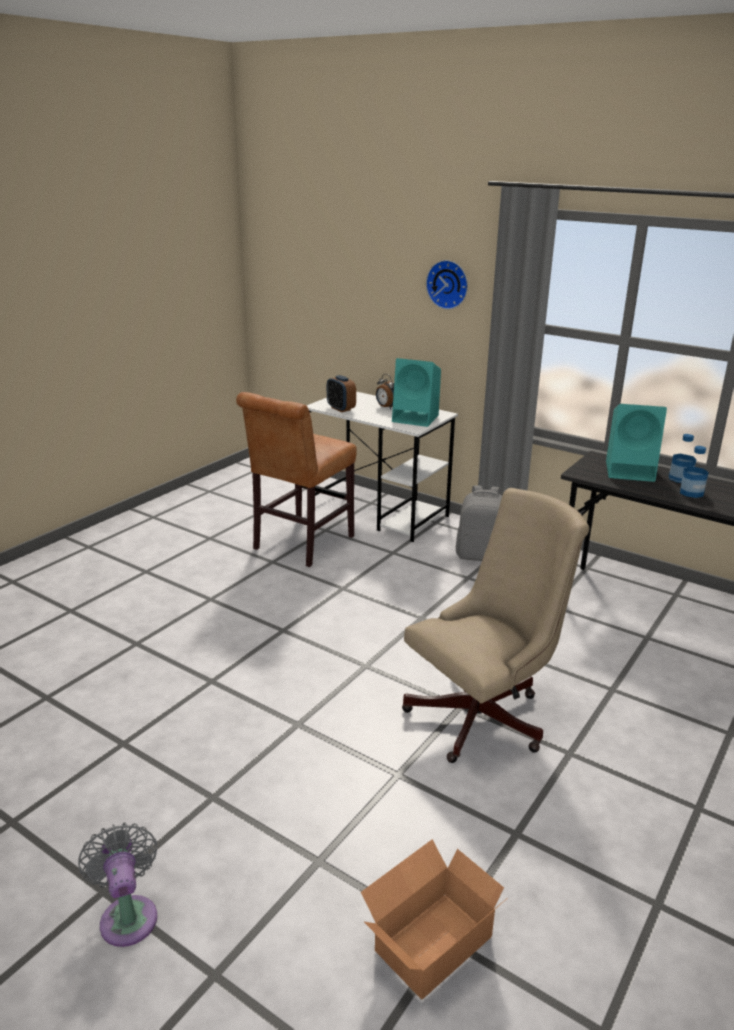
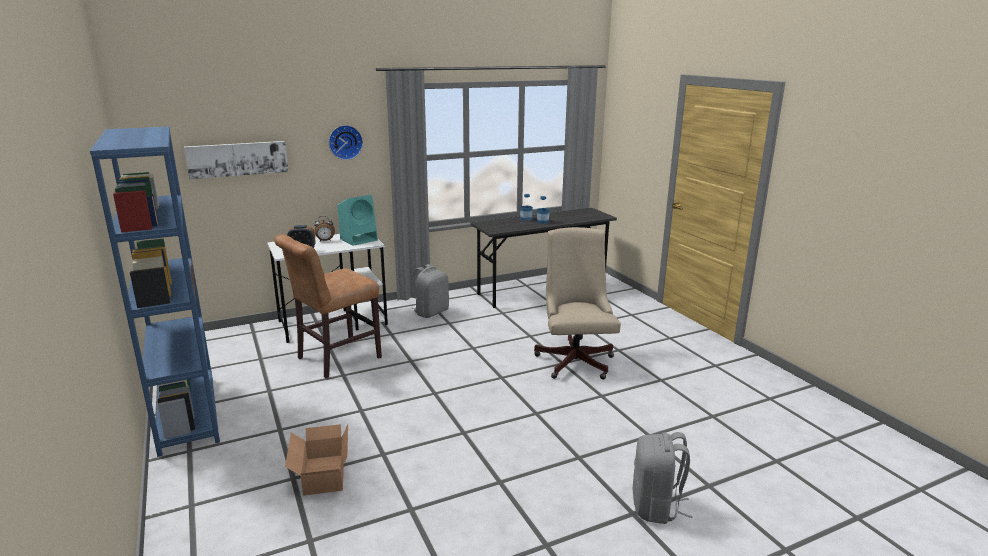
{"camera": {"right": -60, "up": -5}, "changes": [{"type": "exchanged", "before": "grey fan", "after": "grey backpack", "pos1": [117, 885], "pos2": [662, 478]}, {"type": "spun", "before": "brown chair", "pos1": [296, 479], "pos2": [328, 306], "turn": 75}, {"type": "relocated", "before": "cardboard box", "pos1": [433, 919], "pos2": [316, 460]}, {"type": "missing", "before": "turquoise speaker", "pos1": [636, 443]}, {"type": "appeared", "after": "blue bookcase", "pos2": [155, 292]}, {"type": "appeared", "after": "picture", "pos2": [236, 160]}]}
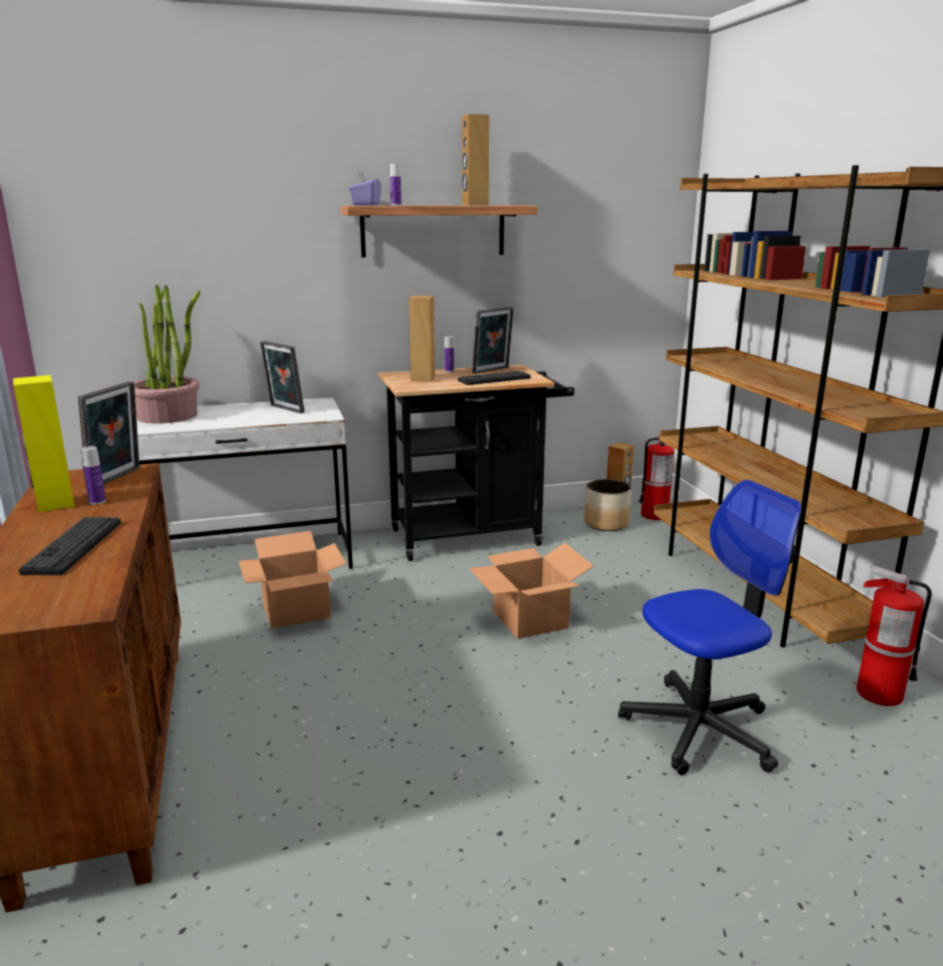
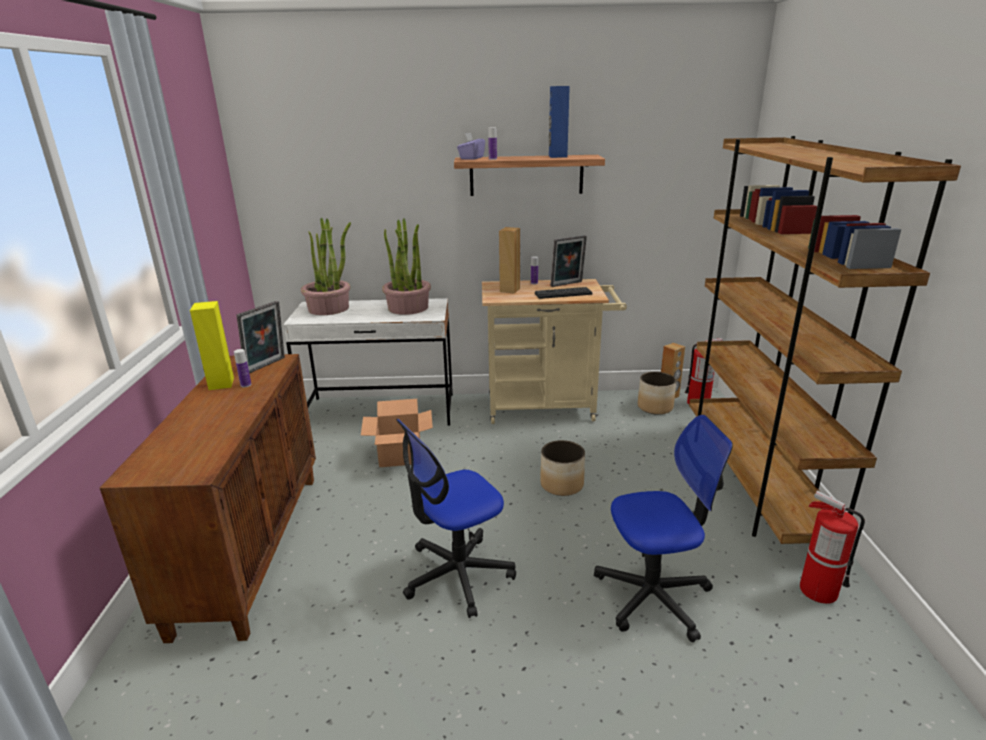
{"camera": {"right": 15, "up": 5}, "changes": [{"type": "missing", "before": "keyboard", "pos1": [70, 546]}, {"type": "exchanged", "before": "picture frame", "after": "potted plant", "pos1": [282, 377], "pos2": [406, 266]}, {"type": "colour", "before": "black cart", "after": "beige cart", "pos1": [477, 463], "pos2": [554, 351]}, {"type": "colour", "before": "brown speaker", "after": "blue speaker", "pos1": [475, 159], "pos2": [559, 122]}, {"type": "exchanged", "before": "cardboard box", "after": "planter", "pos1": [531, 591], "pos2": [562, 468]}, {"type": "appeared", "after": "office chair", "pos2": [456, 518]}]}
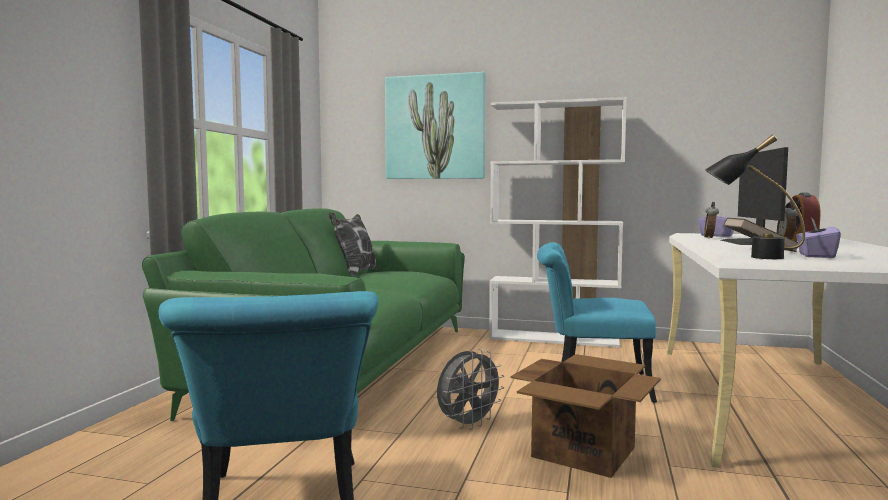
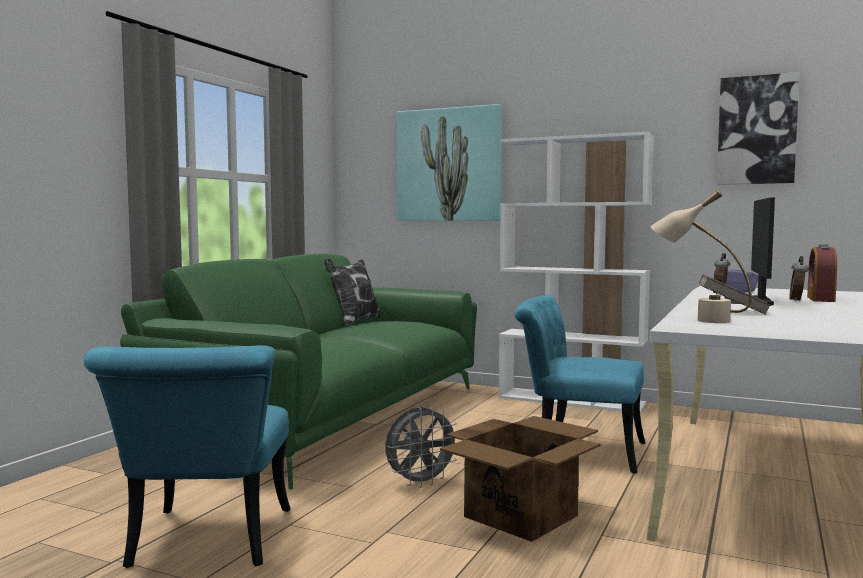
{"camera": {"right": 10, "up": 0}, "changes": [{"type": "colour", "before": "black table lamp", "after": "beige table lamp", "pos1": [755, 197], "pos2": [701, 256]}, {"type": "missing", "before": "purple tissue box", "pos1": [818, 238]}, {"type": "appeared", "after": "picture", "pos2": [758, 128]}]}
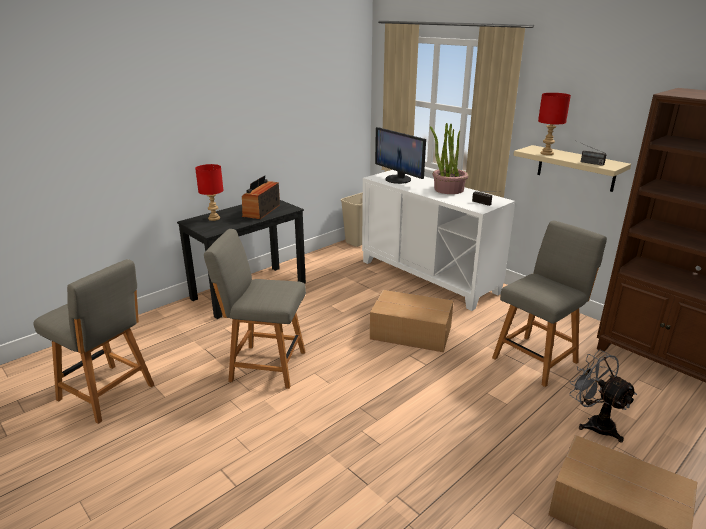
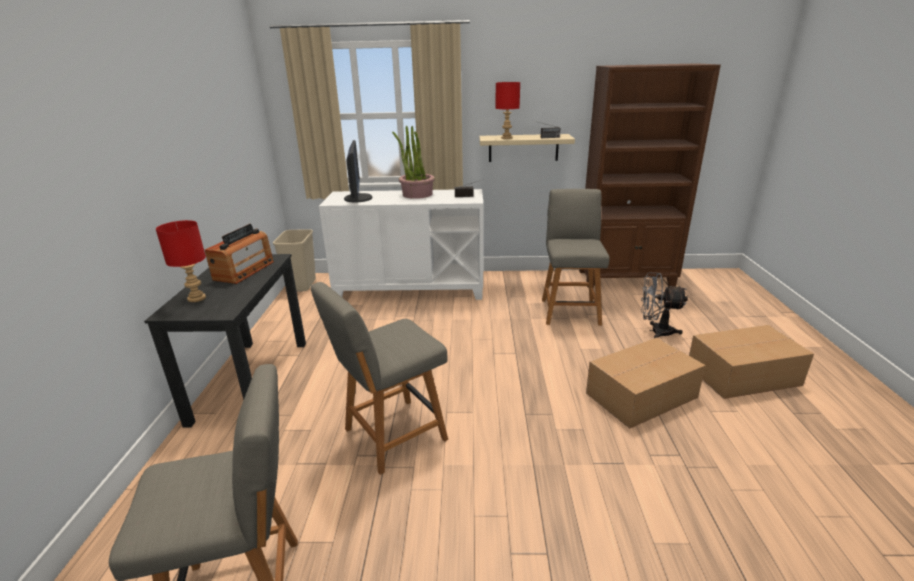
{"camera": {"right": -45, "up": 0}, "changes": [{"type": "spun", "before": "radio", "pos1": [261, 197], "pos2": [239, 254], "turn": -135}, {"type": "relocated", "before": "cardboard box", "pos1": [412, 321], "pos2": [646, 382]}, {"type": "spun", "before": "monitor", "pos1": [400, 155], "pos2": [358, 171], "turn": -105}]}
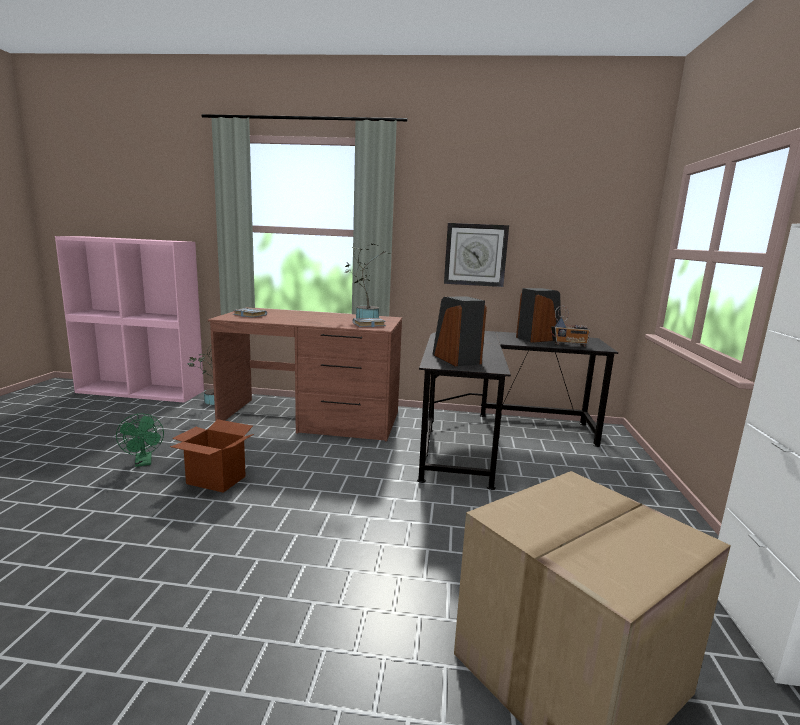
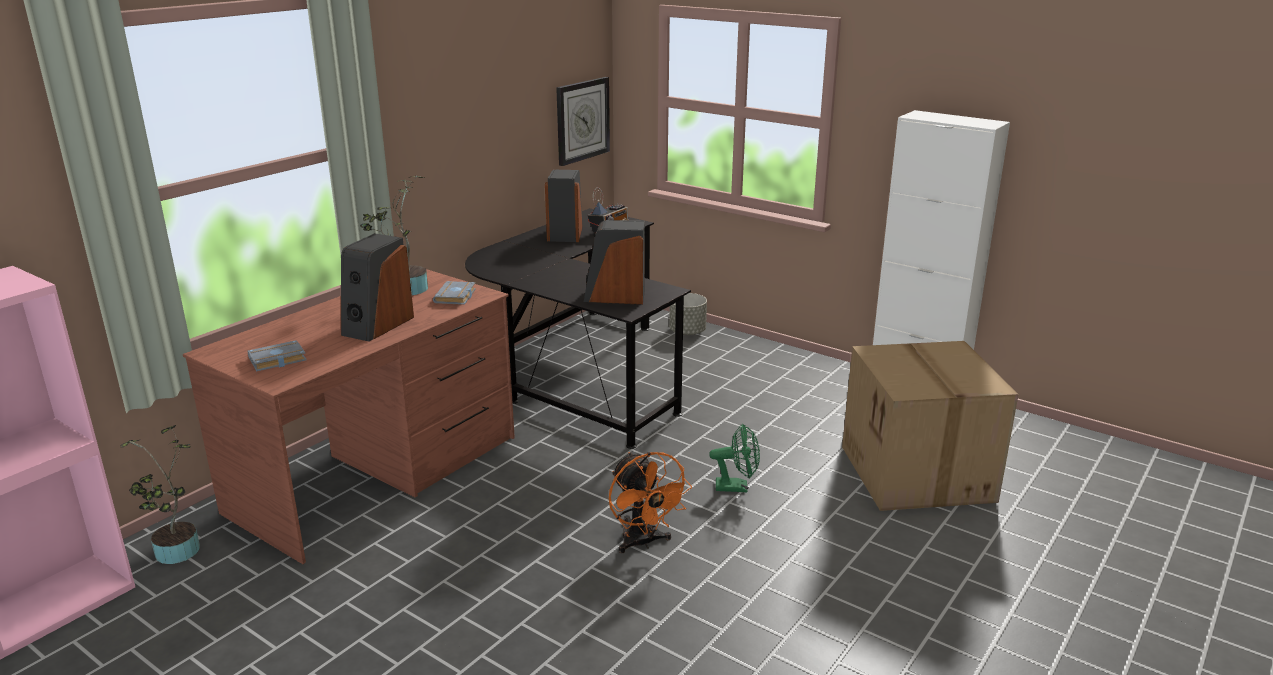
{"camera": {"right": -60, "up": 10}, "changes": [{"type": "relocated", "before": "green fan", "pos1": [140, 440], "pos2": [734, 458]}, {"type": "missing", "before": "cardboard box", "pos1": [212, 456]}, {"type": "relocated", "before": "wall clock", "pos1": [476, 255], "pos2": [583, 121]}, {"type": "appeared", "after": "speaker", "pos2": [377, 287]}, {"type": "appeared", "after": "orange fan", "pos2": [650, 502]}, {"type": "appeared", "after": "grey planter", "pos2": [688, 314]}]}
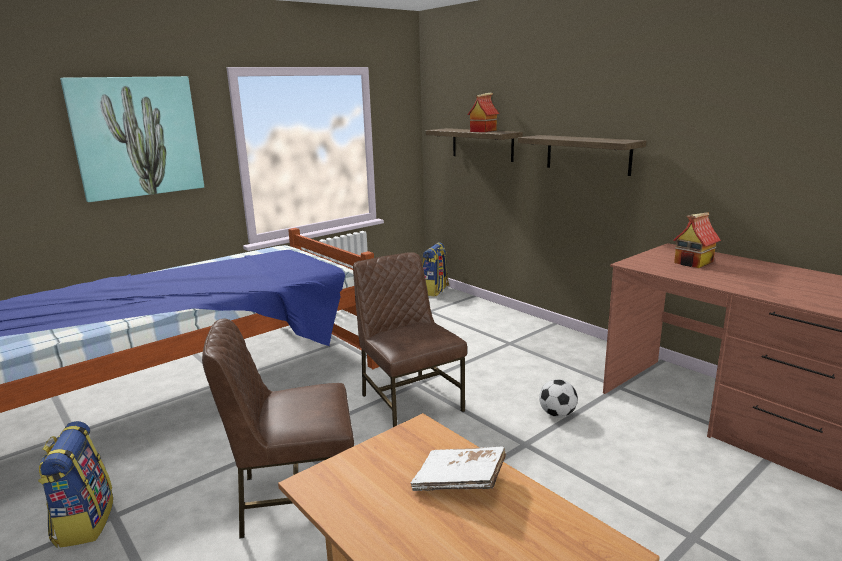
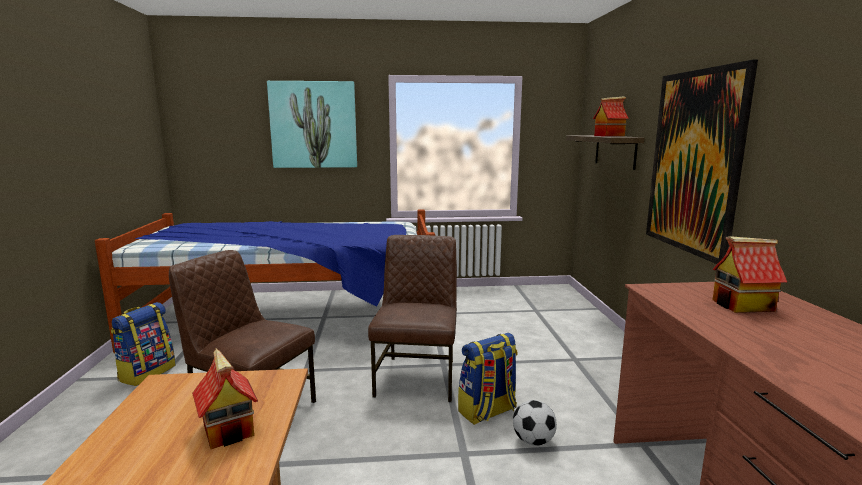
{"camera": {"right": 35, "up": -5}, "changes": [{"type": "exchanged", "before": "white book", "after": "toy house", "pos1": [458, 468], "pos2": [225, 398]}, {"type": "relocated", "before": "backpack", "pos1": [436, 269], "pos2": [488, 379]}, {"type": "exchanged", "before": "shelf", "after": "picture", "pos1": [582, 155], "pos2": [702, 162]}]}
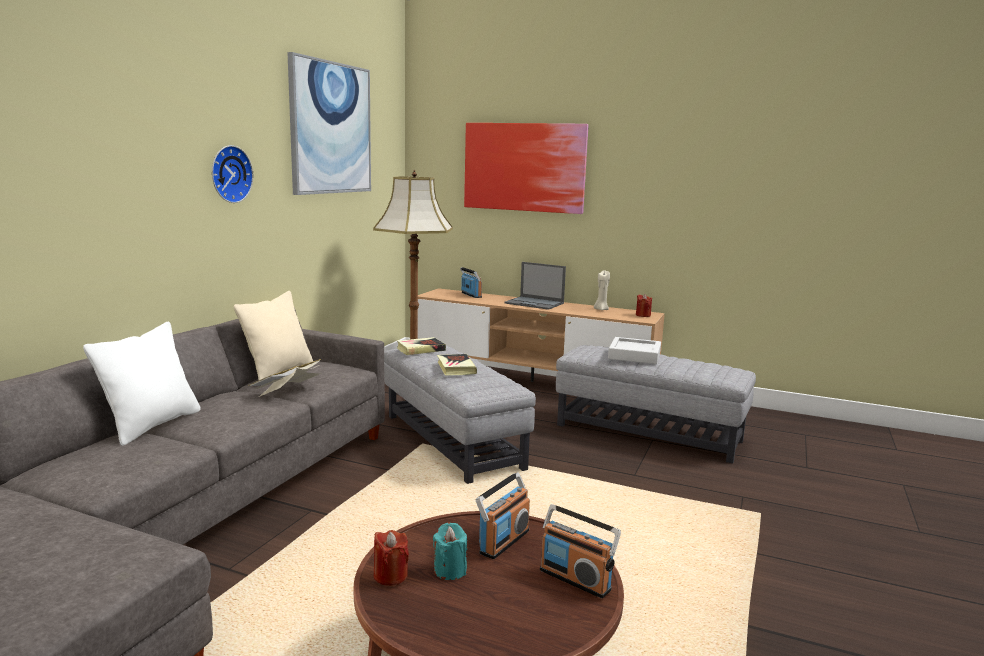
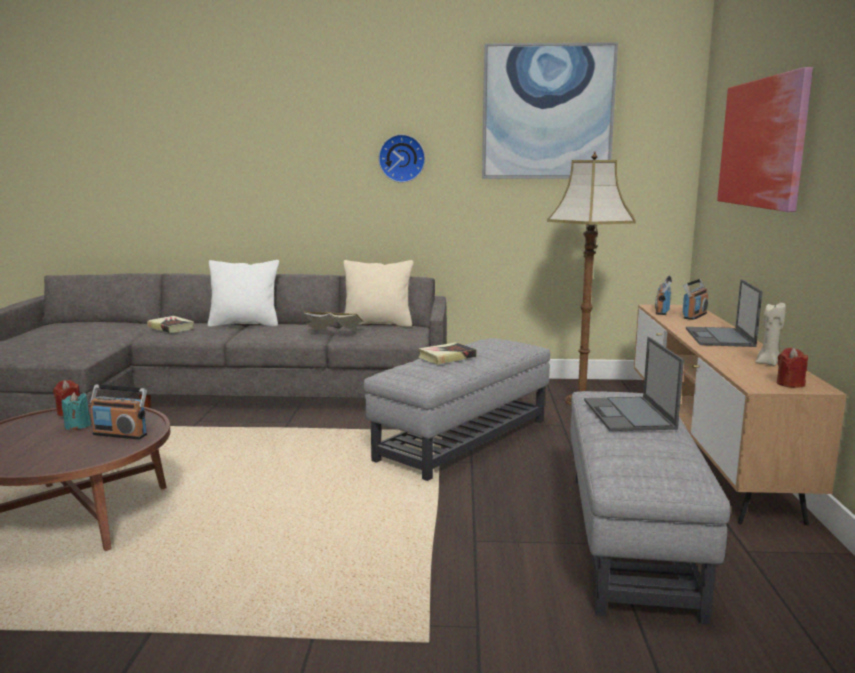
{"camera": {"right": 70, "up": 0}, "changes": [{"type": "relocated", "before": "book", "pos1": [421, 346], "pos2": [170, 324]}, {"type": "relocated", "before": "radio", "pos1": [580, 551], "pos2": [663, 295]}, {"type": "exchanged", "before": "grey tray", "after": "laptop", "pos1": [634, 350], "pos2": [634, 384]}]}
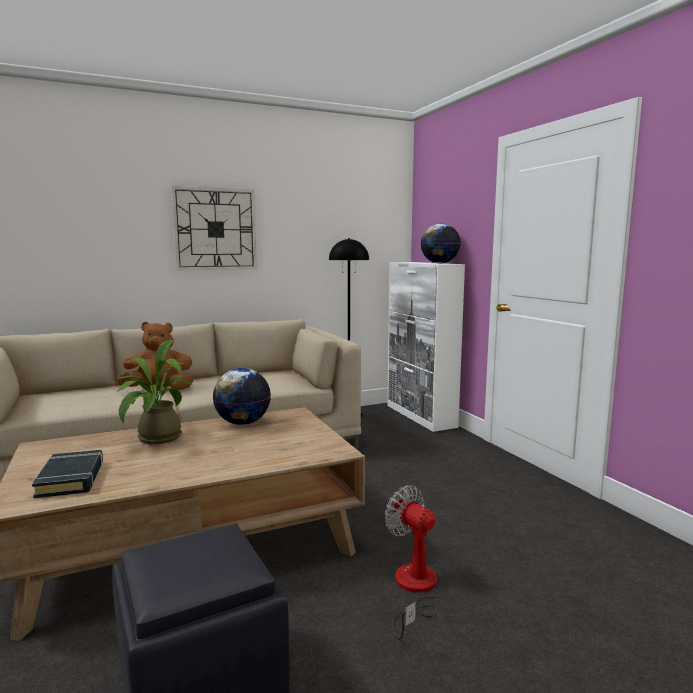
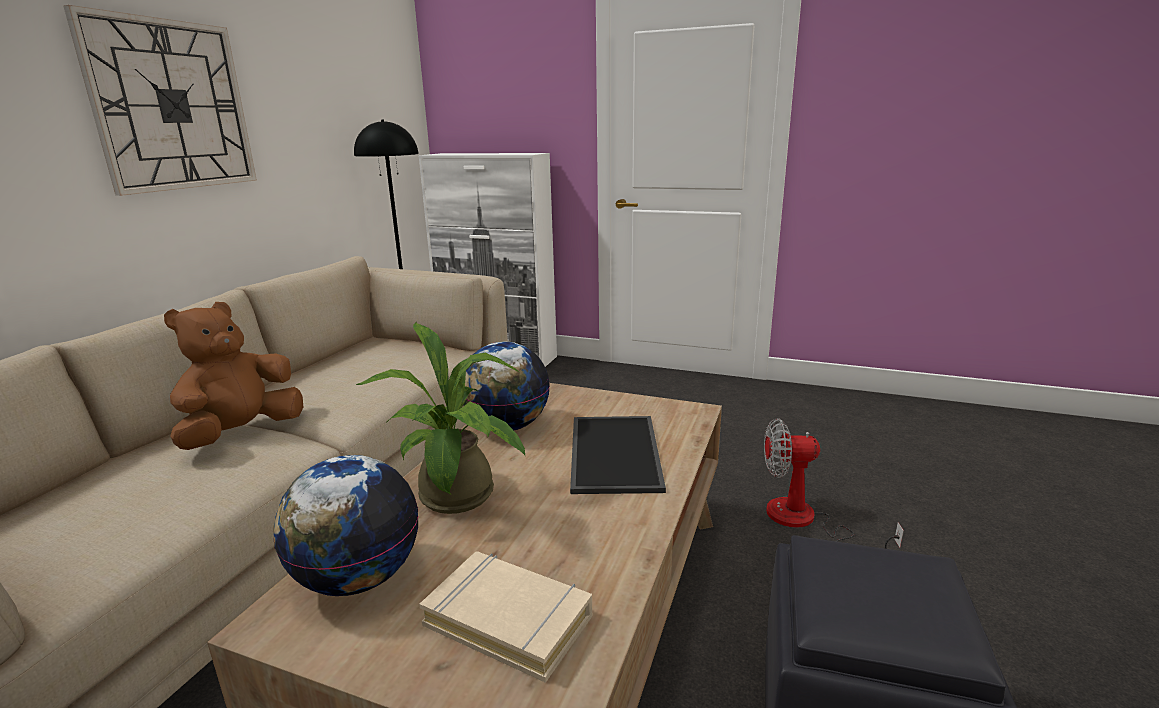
{"camera": {"right": -45, "up": 10}, "changes": [{"type": "colour", "before": "black book", "after": "beige book", "pos1": [67, 474], "pos2": [505, 617]}, {"type": "relocated", "before": "globe", "pos1": [441, 244], "pos2": [346, 525]}, {"type": "appeared", "after": "tray", "pos2": [618, 455]}]}
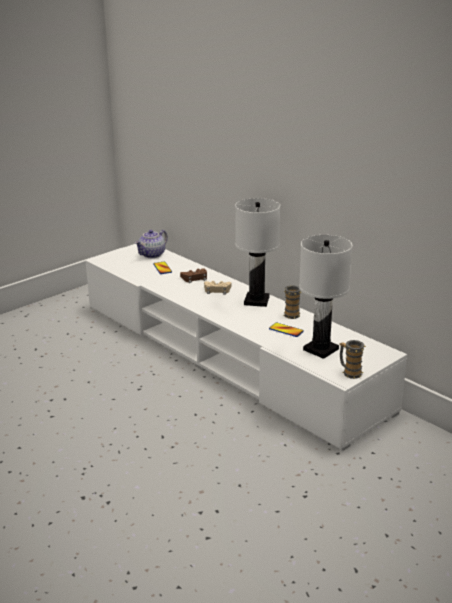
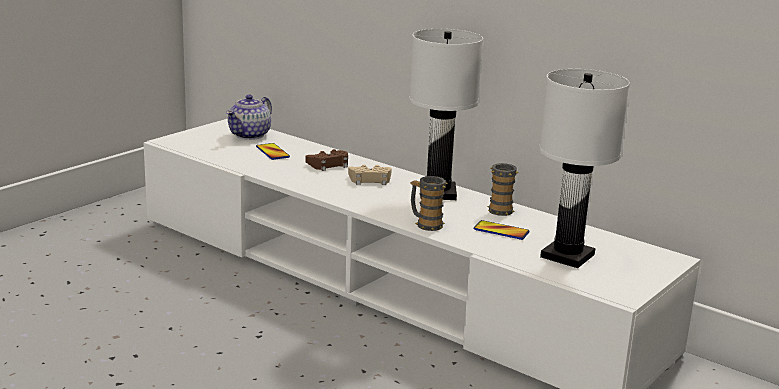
{"camera": {"right": -10, "up": -5}, "changes": [{"type": "relocated", "before": "mug", "pos1": [353, 359], "pos2": [429, 203]}]}
